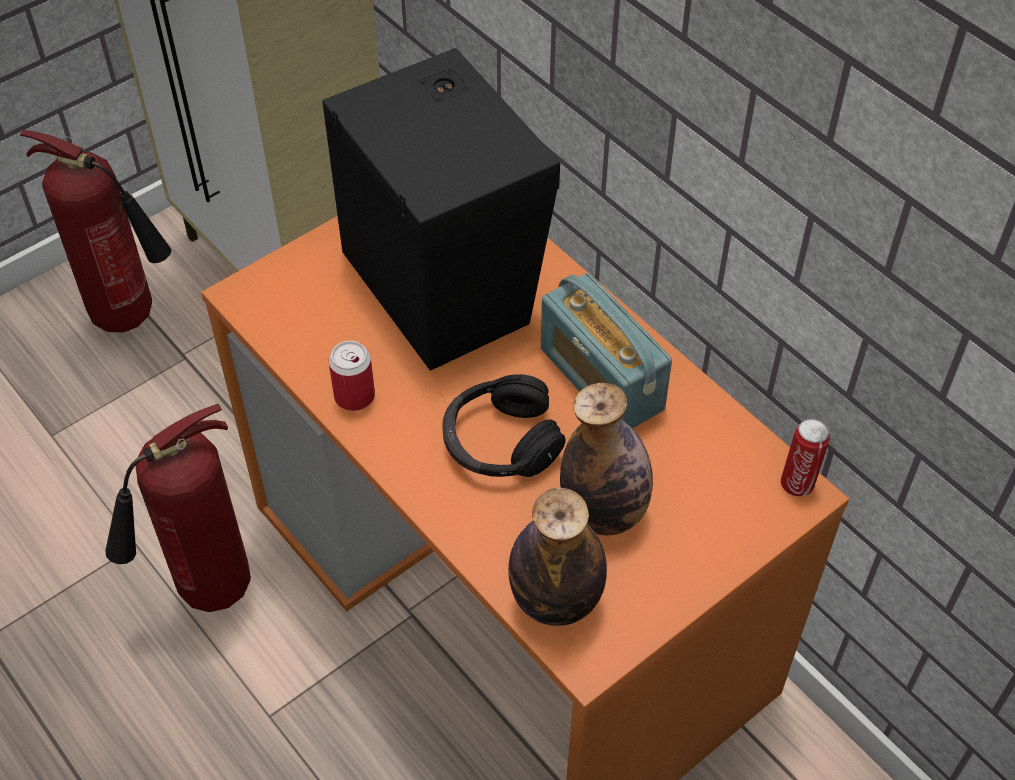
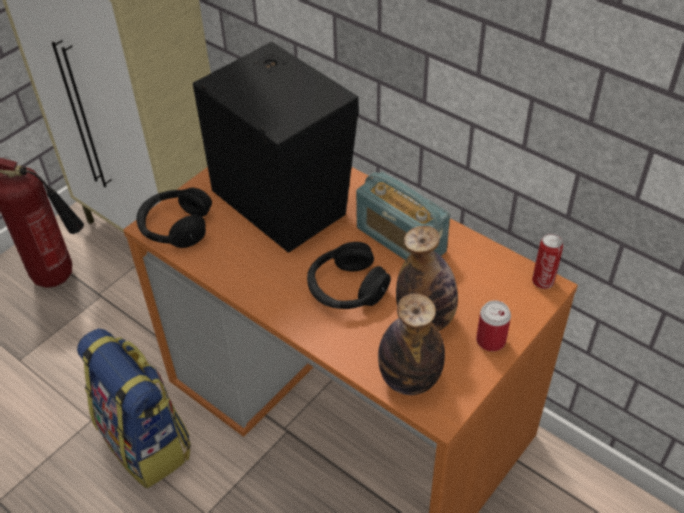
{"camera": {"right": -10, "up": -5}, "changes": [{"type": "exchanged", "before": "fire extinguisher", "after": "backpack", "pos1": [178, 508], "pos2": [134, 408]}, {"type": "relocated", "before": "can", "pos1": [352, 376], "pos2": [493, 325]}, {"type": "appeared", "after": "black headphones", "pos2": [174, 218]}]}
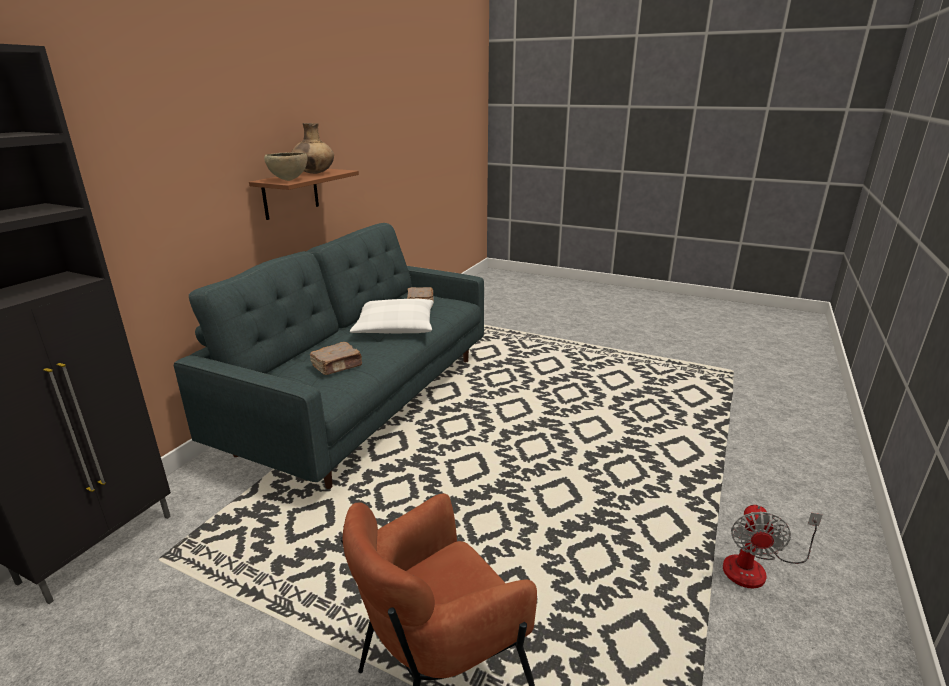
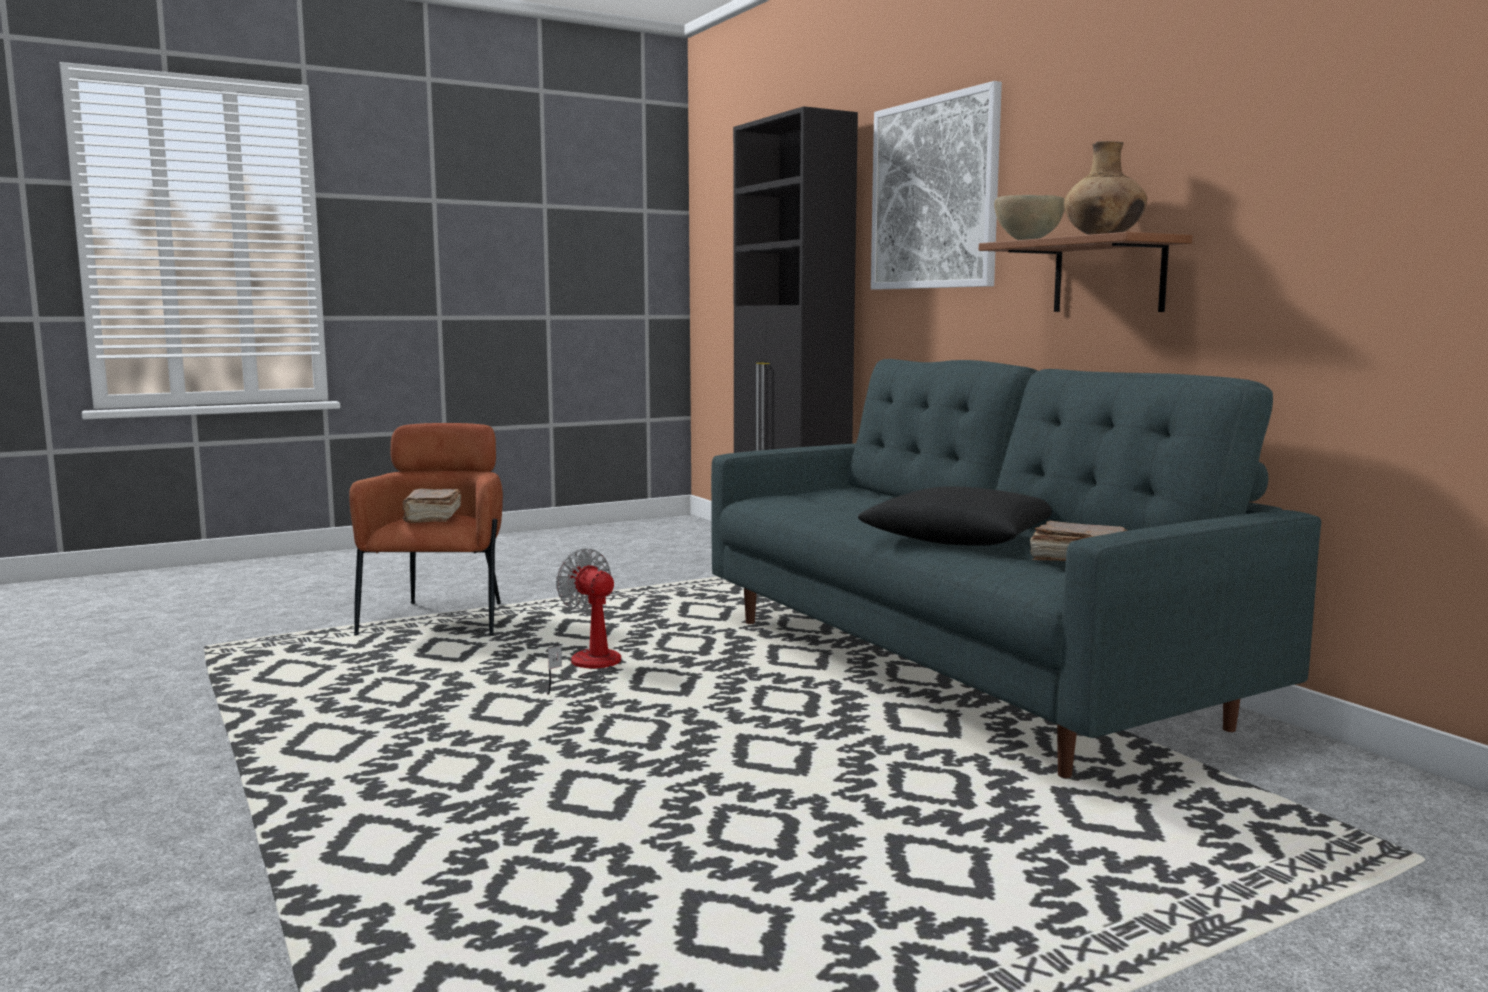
{"camera": {"right": 125, "up": -15}, "changes": [{"type": "relocated", "before": "brown book", "pos1": [336, 358], "pos2": [431, 506]}, {"type": "colour", "before": "white pillow", "after": "black pillow", "pos1": [392, 316], "pos2": [955, 516]}, {"type": "relocated", "before": "fan", "pos1": [773, 546], "pos2": [583, 621]}, {"type": "appeared", "after": "picture", "pos2": [936, 185]}]}
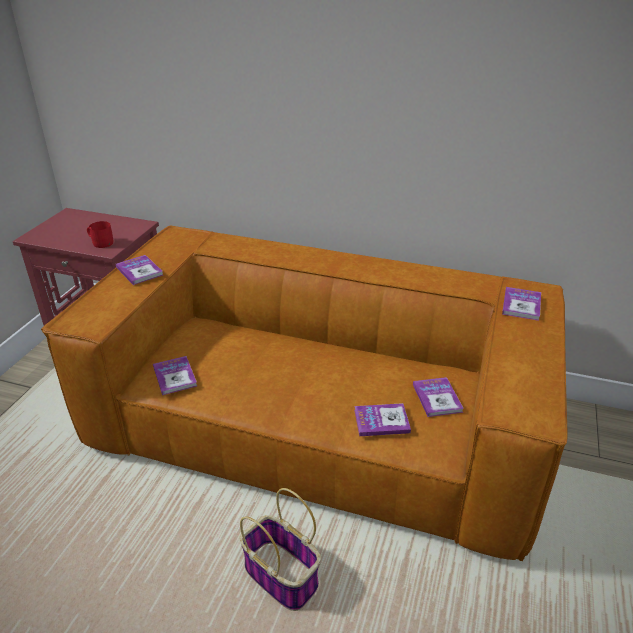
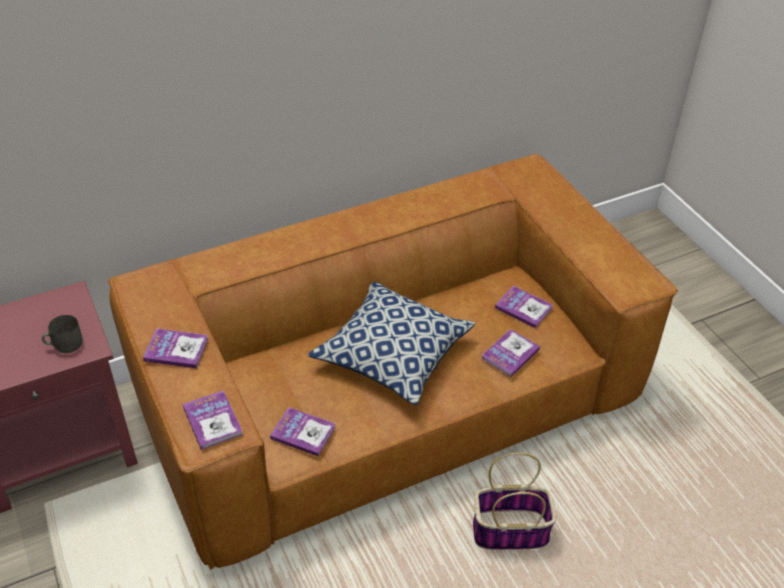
{"camera": {"right": -45, "up": 10}, "changes": [{"type": "colour", "before": "red mug", "after": "grey mug", "pos1": [100, 234], "pos2": [62, 334]}, {"type": "relocated", "before": "book", "pos1": [521, 304], "pos2": [213, 420]}, {"type": "appeared", "after": "pillow", "pos2": [391, 343]}]}
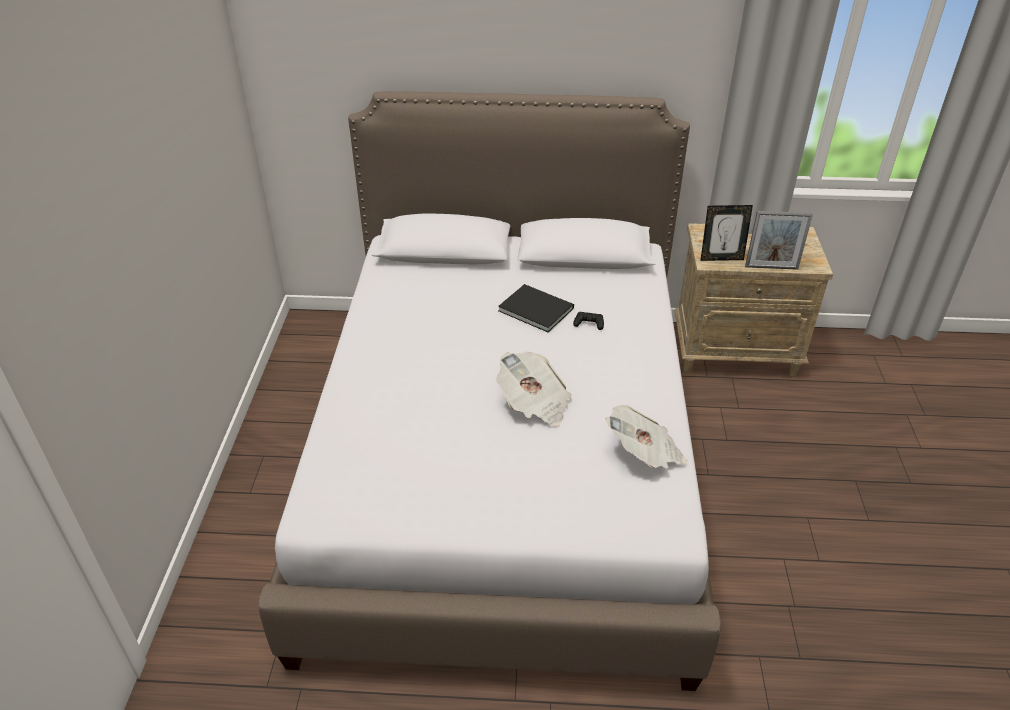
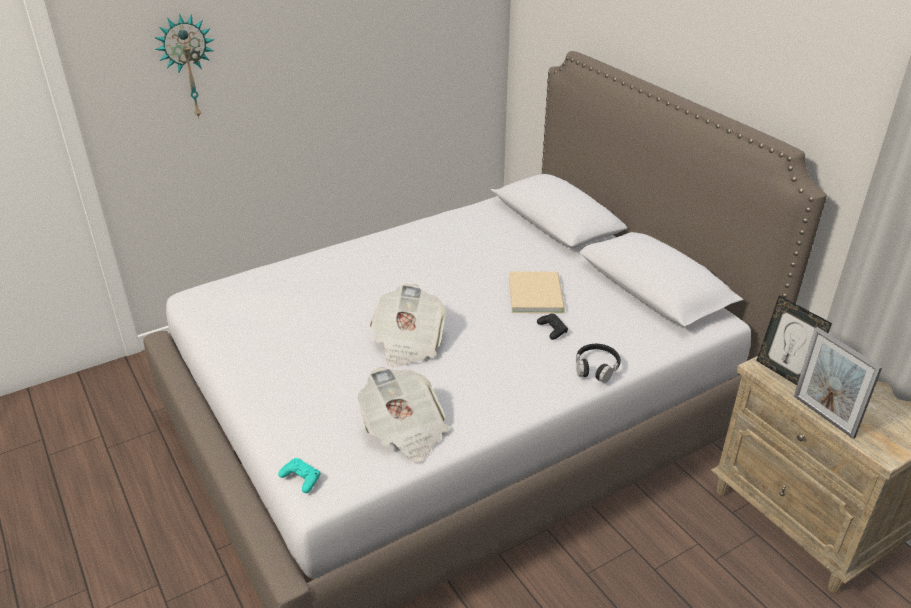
{"camera": {"right": 55, "up": -5}, "changes": [{"type": "colour", "before": "black book", "after": "beige book", "pos1": [536, 308], "pos2": [537, 292]}, {"type": "appeared", "after": "wall clock", "pos2": [184, 65]}, {"type": "appeared", "after": "turquoise game controller", "pos2": [299, 475]}, {"type": "appeared", "after": "black headphones", "pos2": [598, 363]}]}
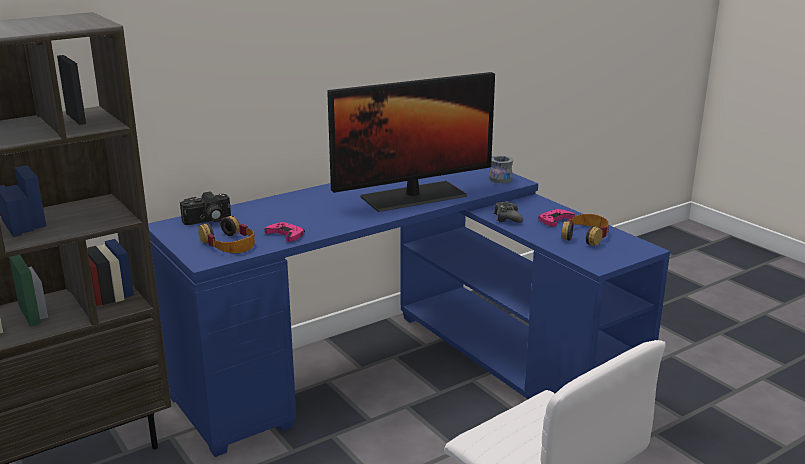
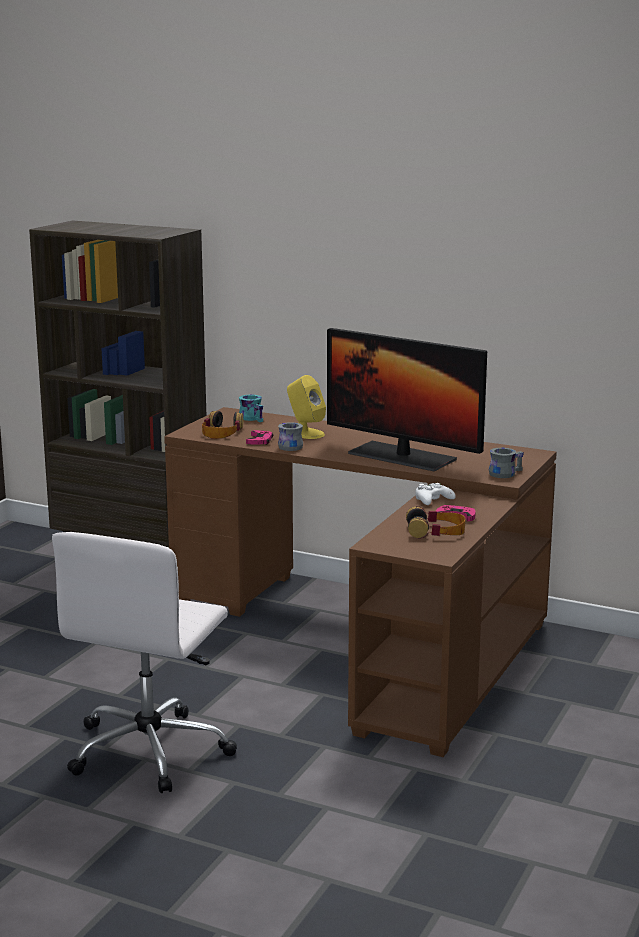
{"camera": {"right": 60, "up": -5}, "changes": [{"type": "colour", "before": "blue desk", "after": "brown desk", "pos1": [409, 312], "pos2": [360, 582]}, {"type": "exchanged", "before": "photo camera", "after": "turquoise mug", "pos1": [205, 208], "pos2": [251, 408]}, {"type": "colour", "before": "black game controller", "after": "white game controller", "pos1": [508, 212], "pos2": [435, 494]}, {"type": "appeared", "after": "grey mug", "pos2": [290, 436]}, {"type": "appeared", "after": "yellow speaker", "pos2": [306, 407]}]}
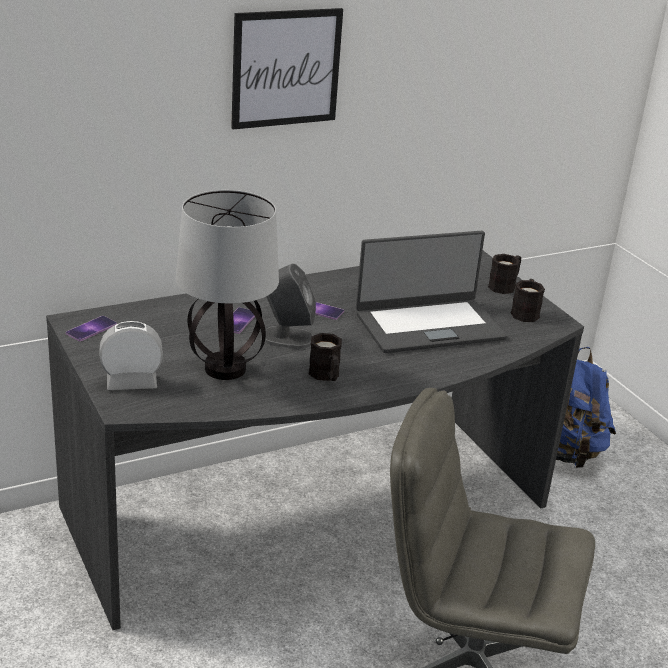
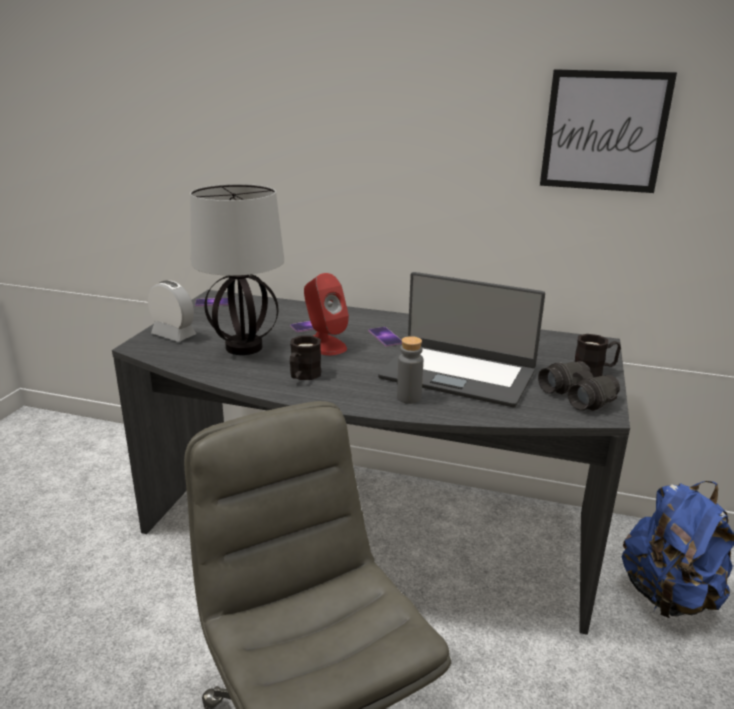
{"camera": {"right": 45, "up": -5}, "changes": [{"type": "relocated", "before": "picture", "pos1": [287, 68], "pos2": [608, 131]}, {"type": "colour", "before": "grey speaker", "after": "red speaker", "pos1": [288, 306], "pos2": [326, 314]}, {"type": "exchanged", "before": "black mug", "after": "black binoculars", "pos1": [528, 300], "pos2": [579, 386]}, {"type": "appeared", "after": "grey bottle", "pos2": [410, 370]}]}
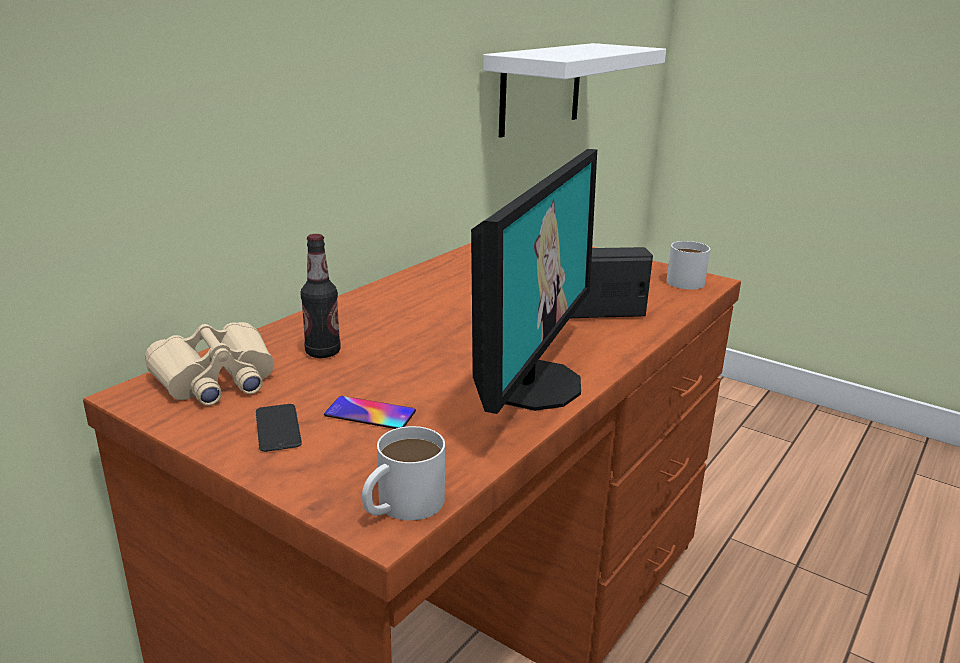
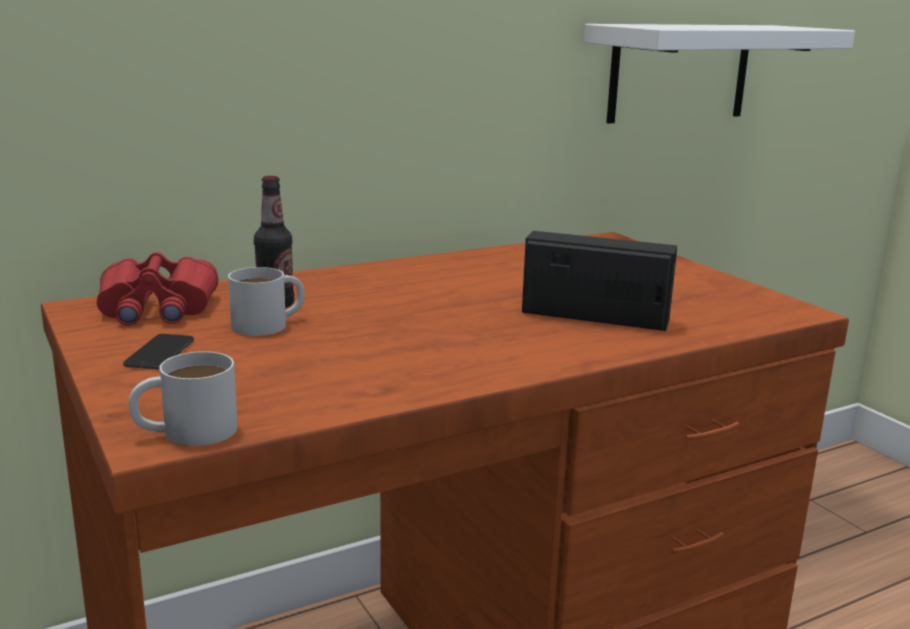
{"camera": {"right": 25, "up": -5}, "changes": [{"type": "colour", "before": "beige binoculars", "after": "red binoculars", "pos1": [209, 364], "pos2": [158, 289]}, {"type": "missing", "before": "phone", "pos1": [370, 412]}, {"type": "missing", "before": "monitor", "pos1": [534, 281]}, {"type": "relocated", "before": "white mug", "pos1": [688, 265], "pos2": [266, 301]}]}
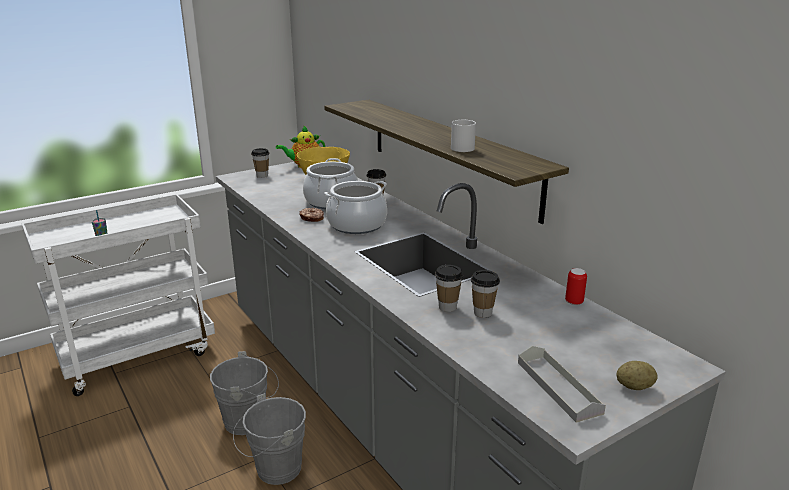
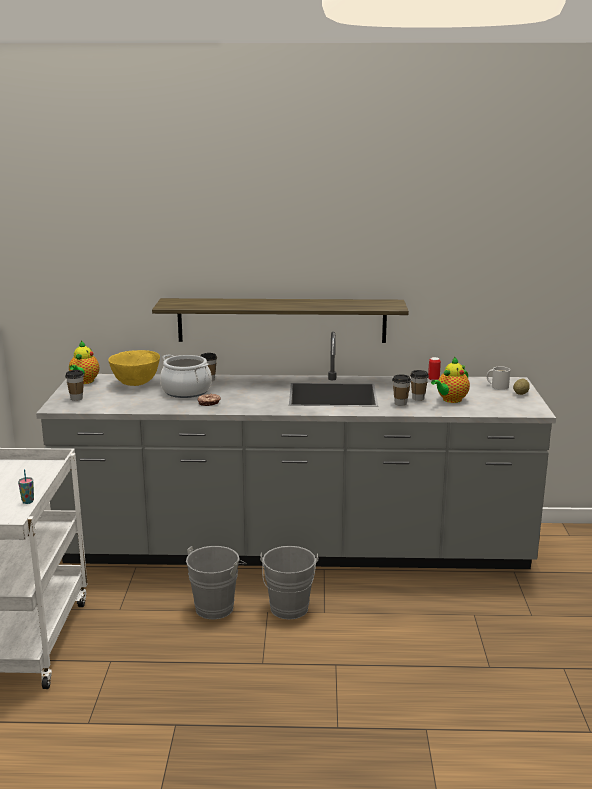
{"camera": {"right": -55, "up": -5}, "changes": [{"type": "missing", "before": "cooking pot", "pos1": [355, 207]}, {"type": "relocated", "before": "white mug", "pos1": [463, 136], "pos2": [498, 378]}, {"type": "missing", "before": "grey tray", "pos1": [562, 384]}, {"type": "appeared", "after": "teapot", "pos2": [450, 380]}]}
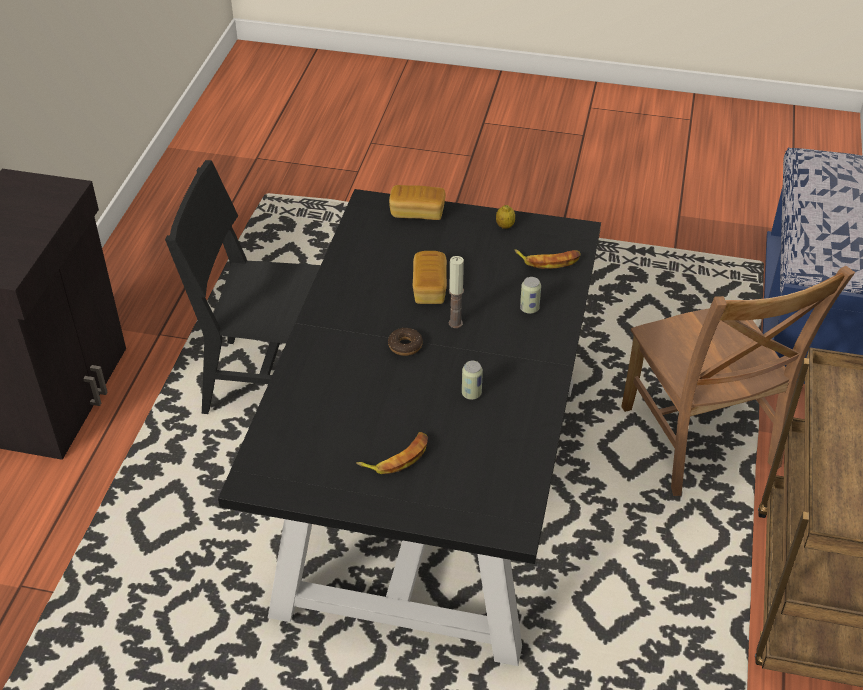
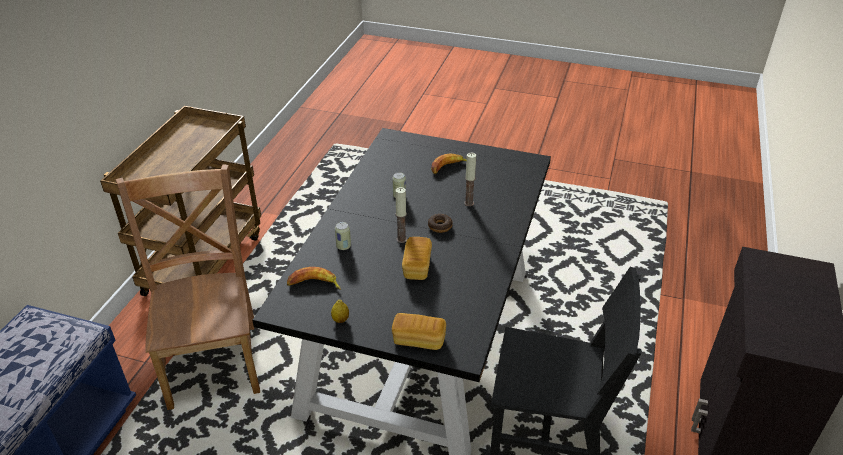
{"camera": {"right": -175, "up": -5}, "changes": [{"type": "appeared", "after": "candle", "pos2": [470, 179]}]}
